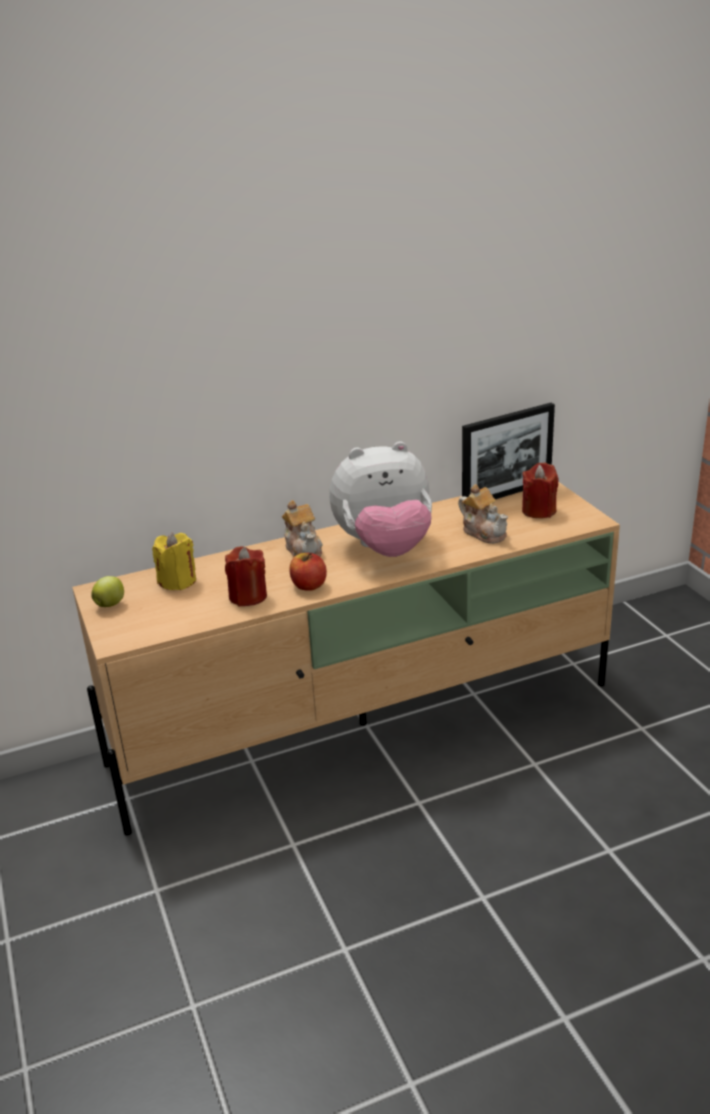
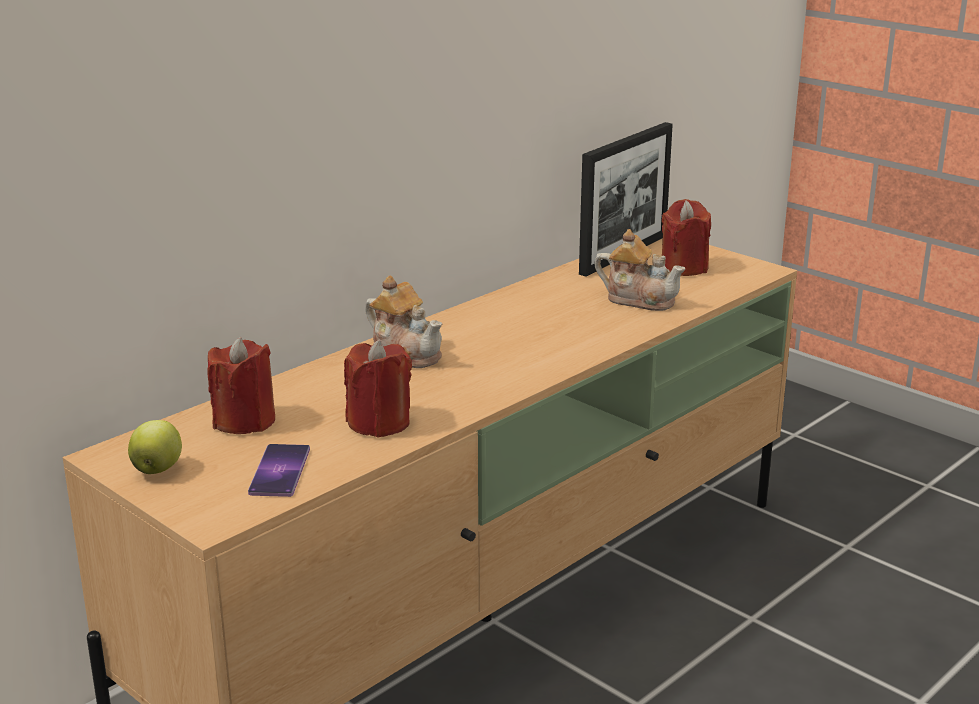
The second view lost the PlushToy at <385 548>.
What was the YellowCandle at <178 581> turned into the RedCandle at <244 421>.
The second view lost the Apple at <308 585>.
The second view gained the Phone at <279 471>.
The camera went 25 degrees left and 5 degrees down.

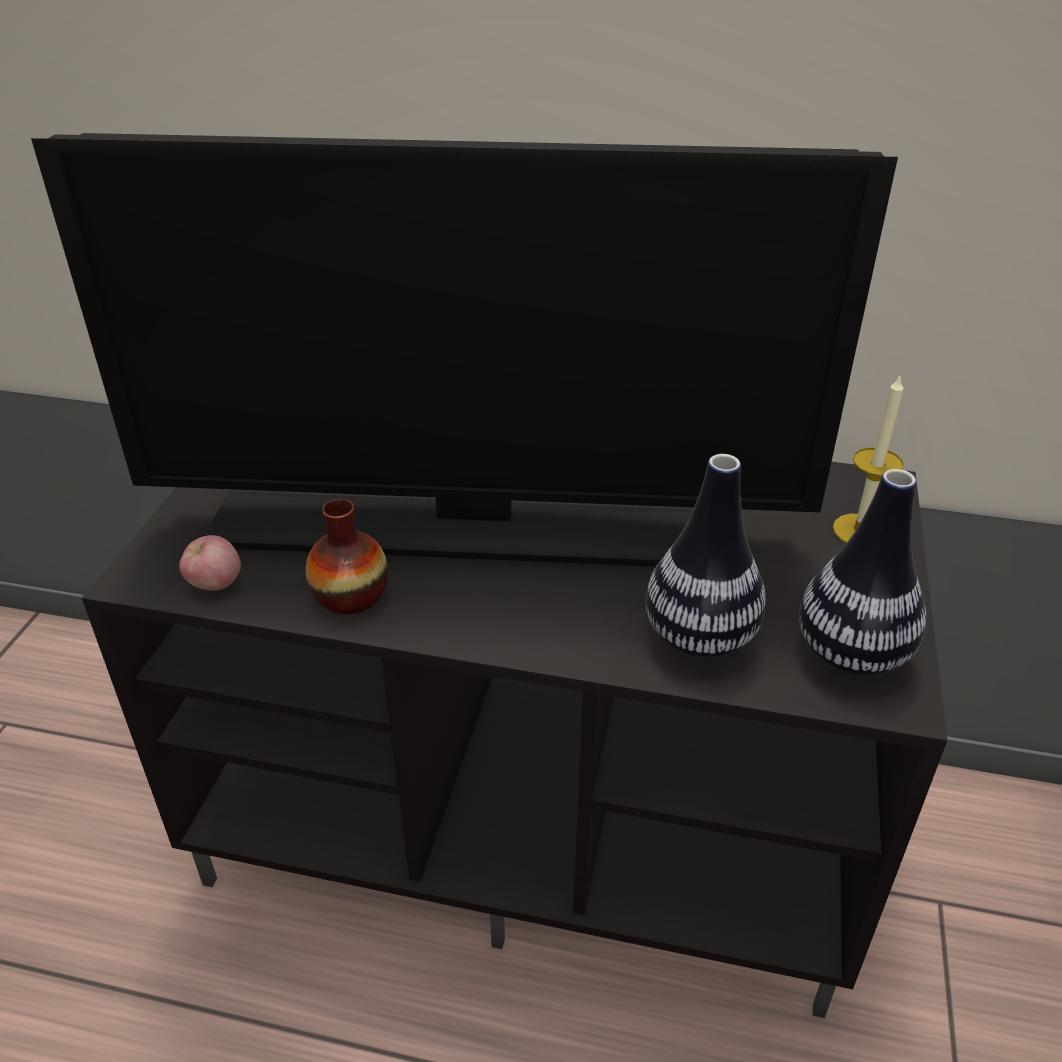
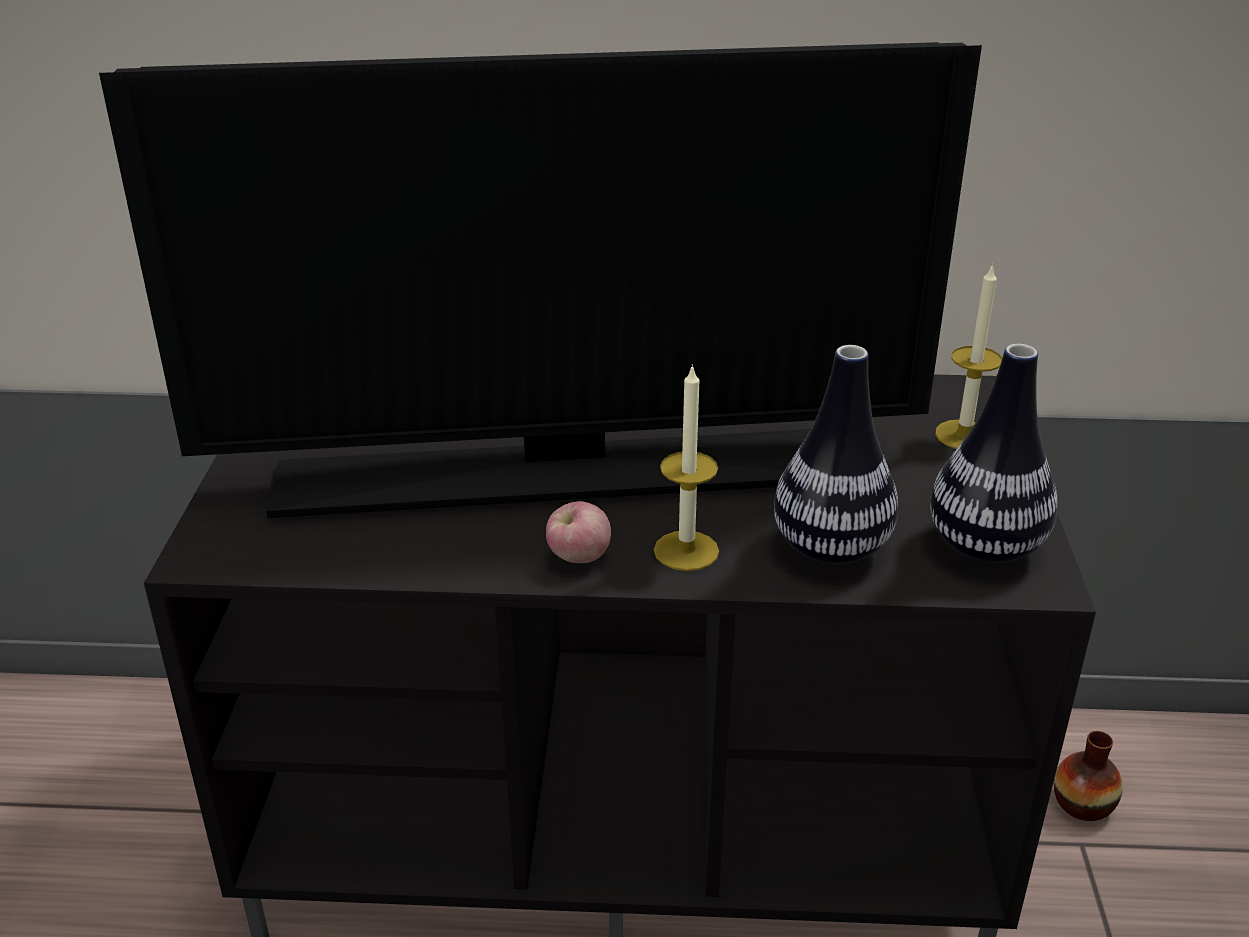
The Vase ended up elsewhere, having gone from <350 596> to <1082 804>.
The Apple ended up elsewhere, having gone from <215 584> to <578 558>.
The second view gained the Candle at <686 551>.
The camera went 10 degrees left and 5 degrees down.

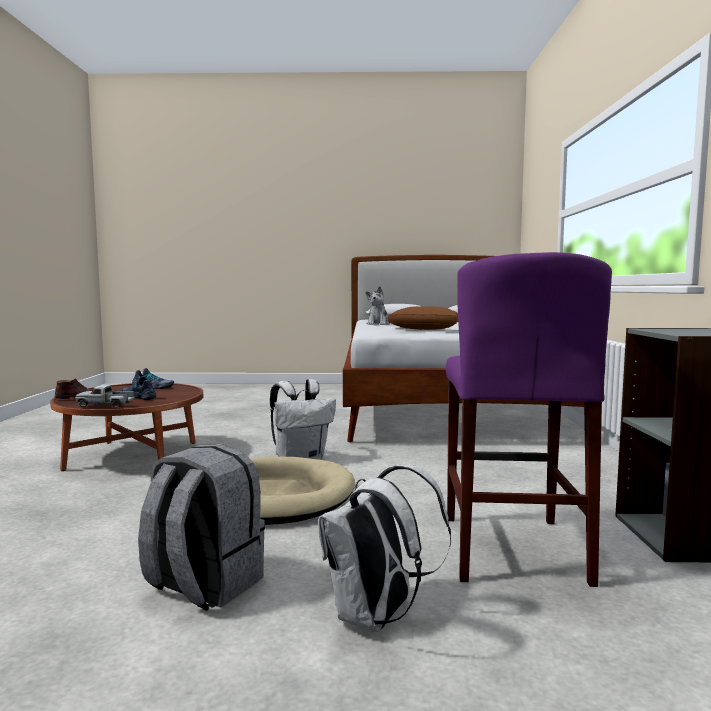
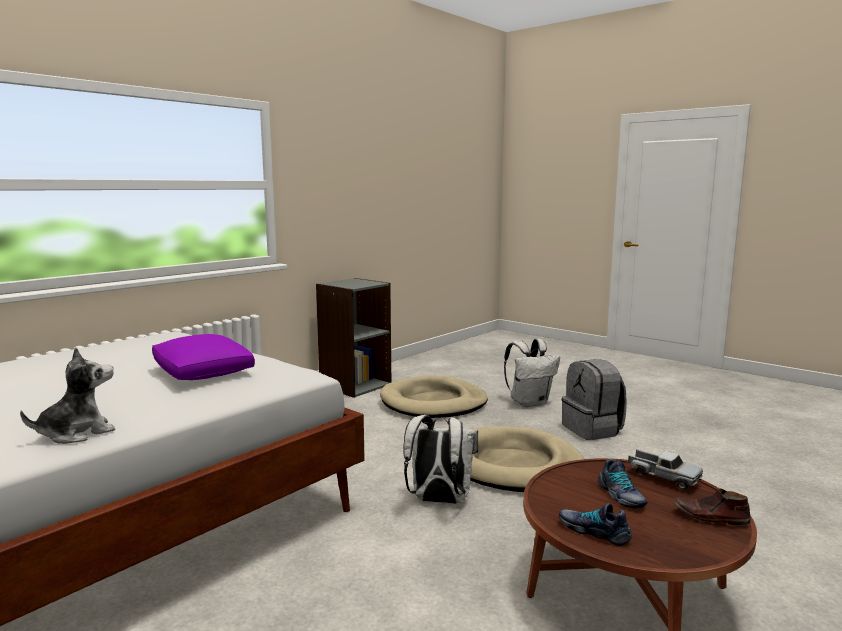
Where the PurpleStool stood at <512 548>, the BeigeDogBed came to stand at <433 403>.
What was the BrownPillow at <425 329> turned into the PurplePillow at <202 371>.
The camera went 140 degrees left and 5 degrees up.

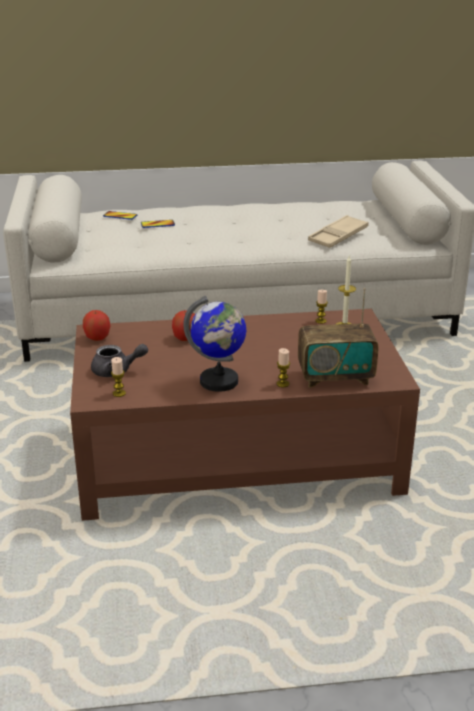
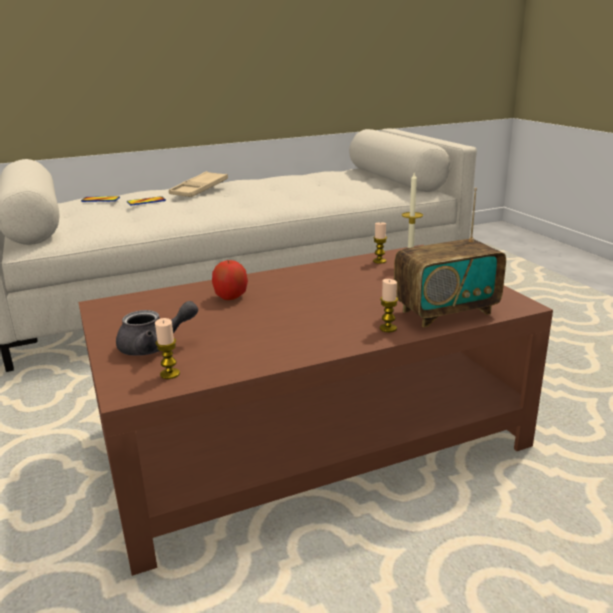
The BeigeTray ended up elsewhere, having gone from <338 236> to <199 189>.
The second view lost the Globe at <219 382>.
The second view lost the Apple at <97 338>.
The camera went 15 degrees left and 5 degrees down.

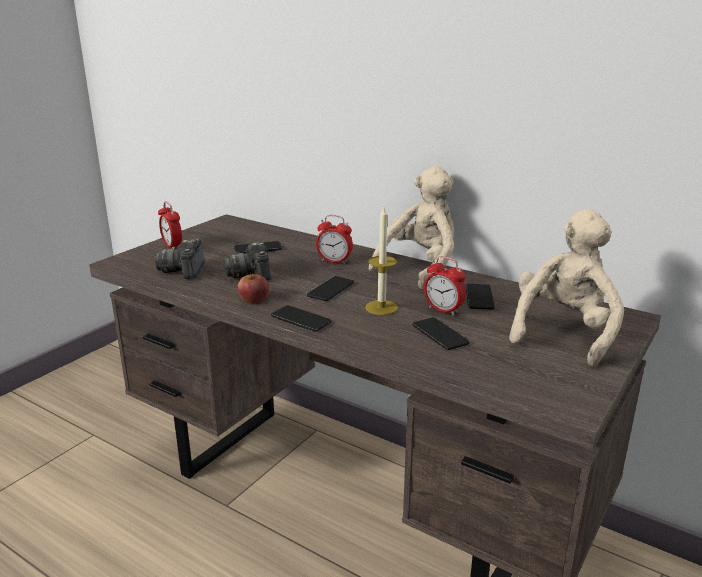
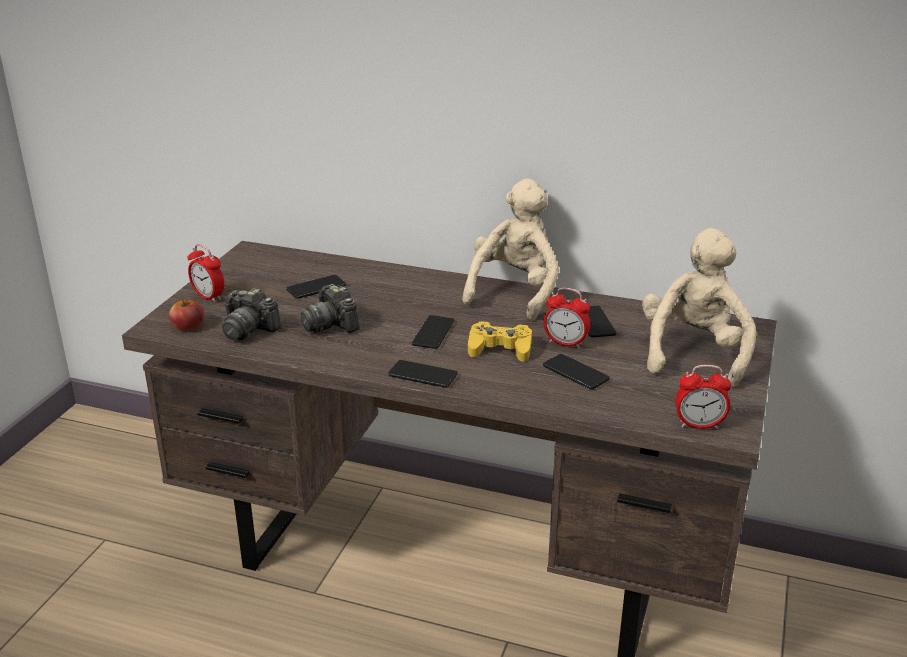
Where the Candle stood at <381 307>, the YellowGameController came to stand at <500 348>.
The AlarmClock ended up elsewhere, having gone from <334 261> to <699 425>.
The PhotoCamera at <184 270> ended up facing another way, 45 degrees counterclockwise from before.
The Apple ended up elsewhere, having gone from <254 298> to <188 326>.
The camera went 15 degrees left and 5 degrees up.

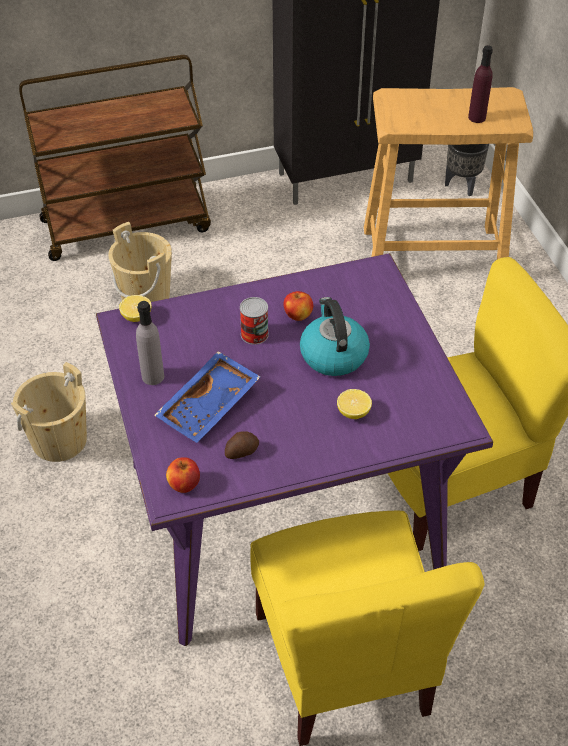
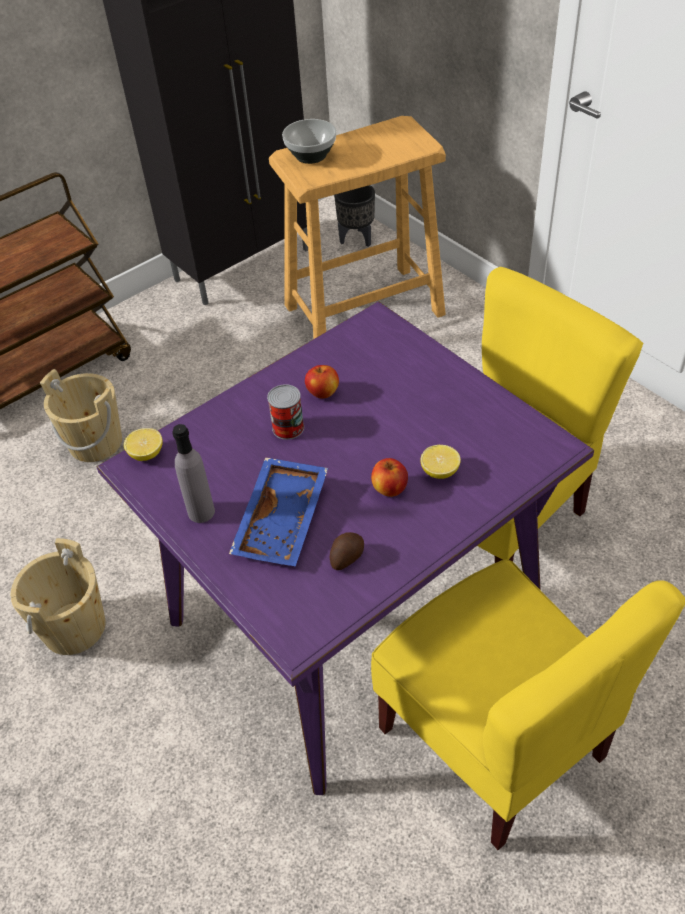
The second view lost the PurpleBottle at <477 117>.
The second view lost the Kettle at <333 354>.
The Apple ended up elsewhere, having gone from <184 485> to <390 489>.
The second view gained the Bowl at <311 155>.
The camera went 20 degrees left and 0 degrees up.

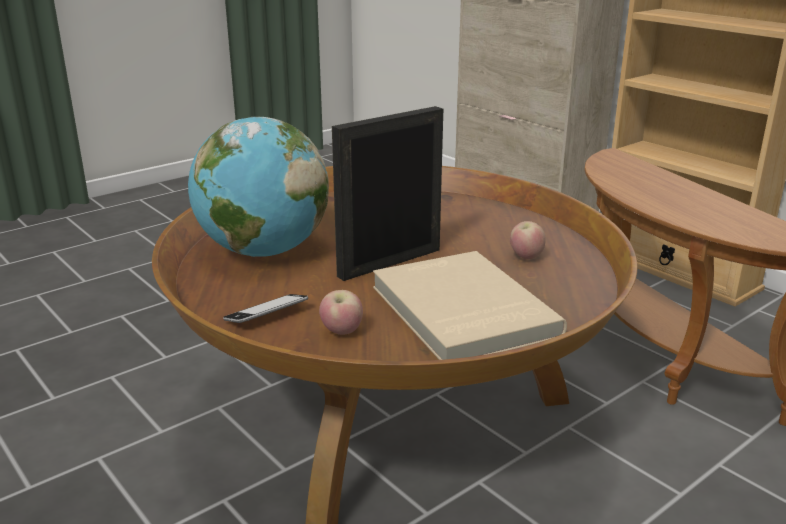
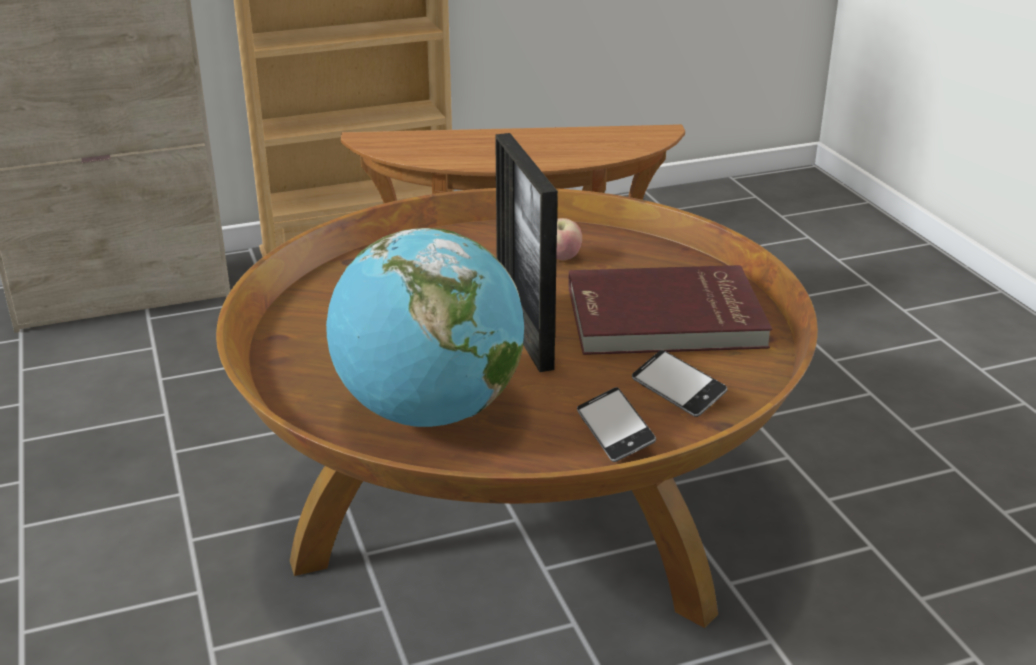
What was the BeigeBook at <460 312> turned into the RedBook at <665 318>.
Where the Apple stood at <342 332>, the Phone came to stand at <678 390>.
The camera went 70 degrees left and 5 degrees up.

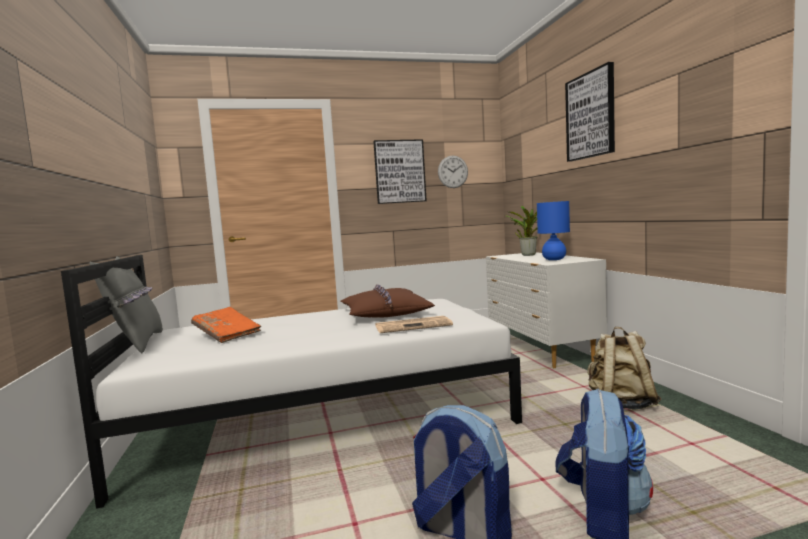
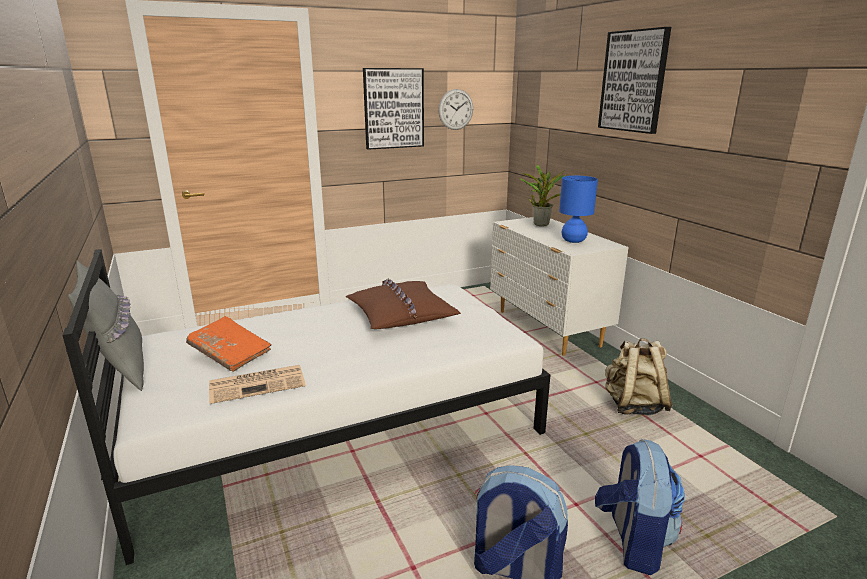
The Newspaper ended up elsewhere, having gone from <414 325> to <258 384>.
The camera went 10 degrees left and 15 degrees up.

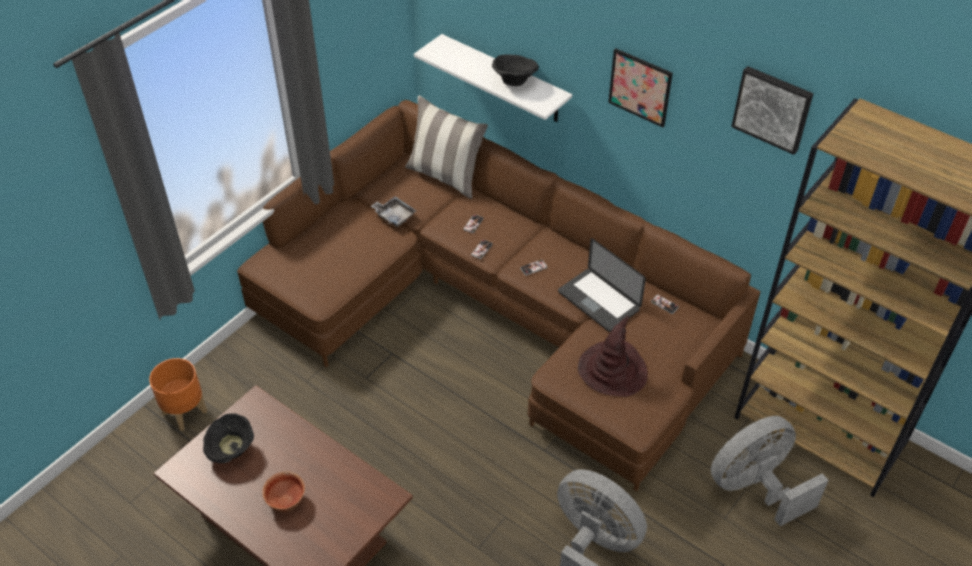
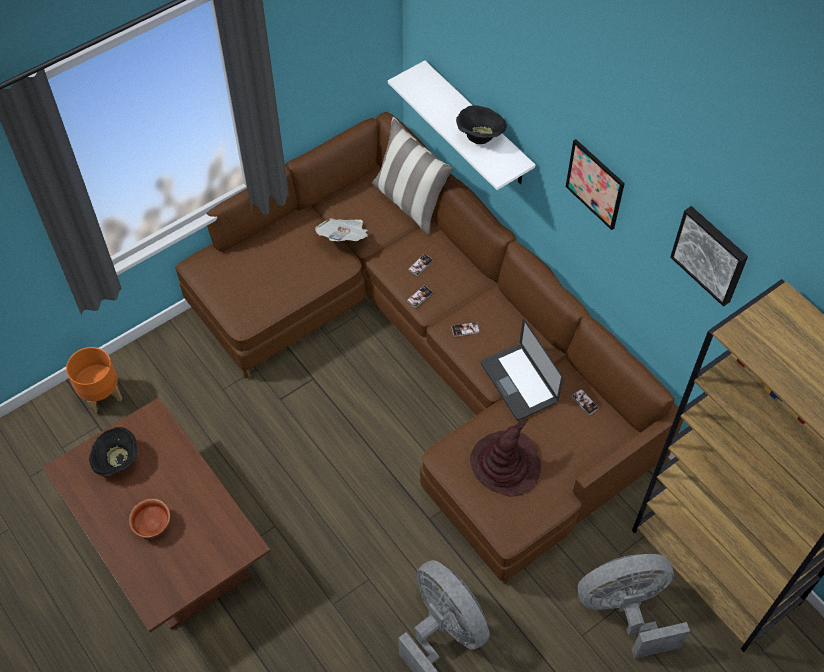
Where the GreyTray stood at <394 215>, the Newspaper came to stand at <344 238>.
The camera went 15 degrees right and 10 degrees up.

